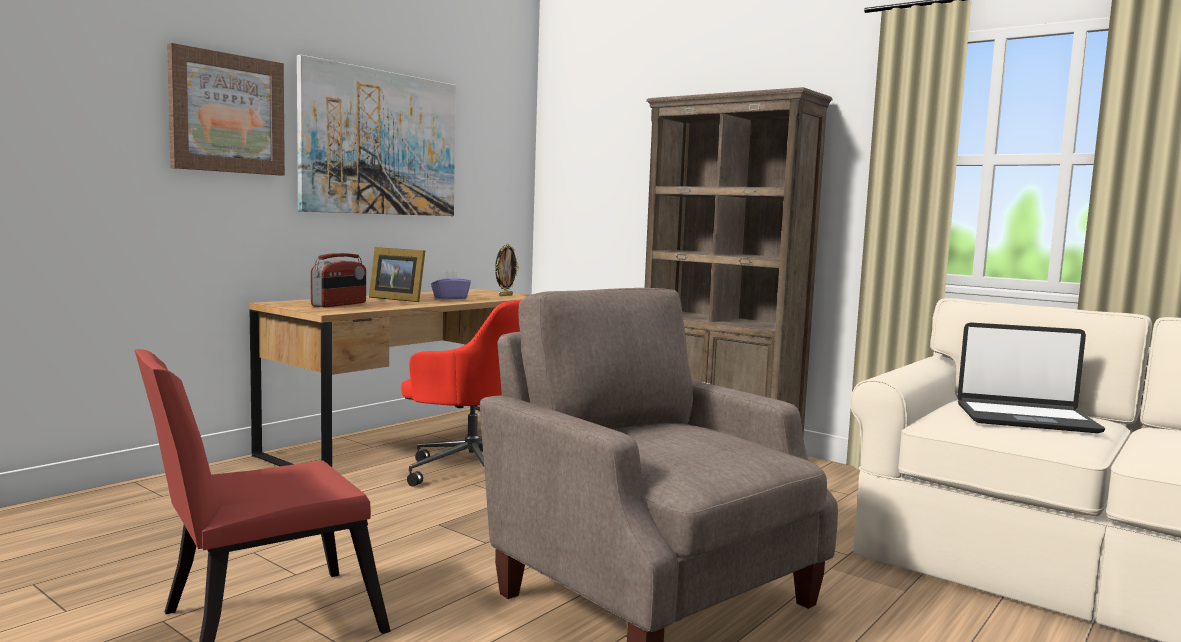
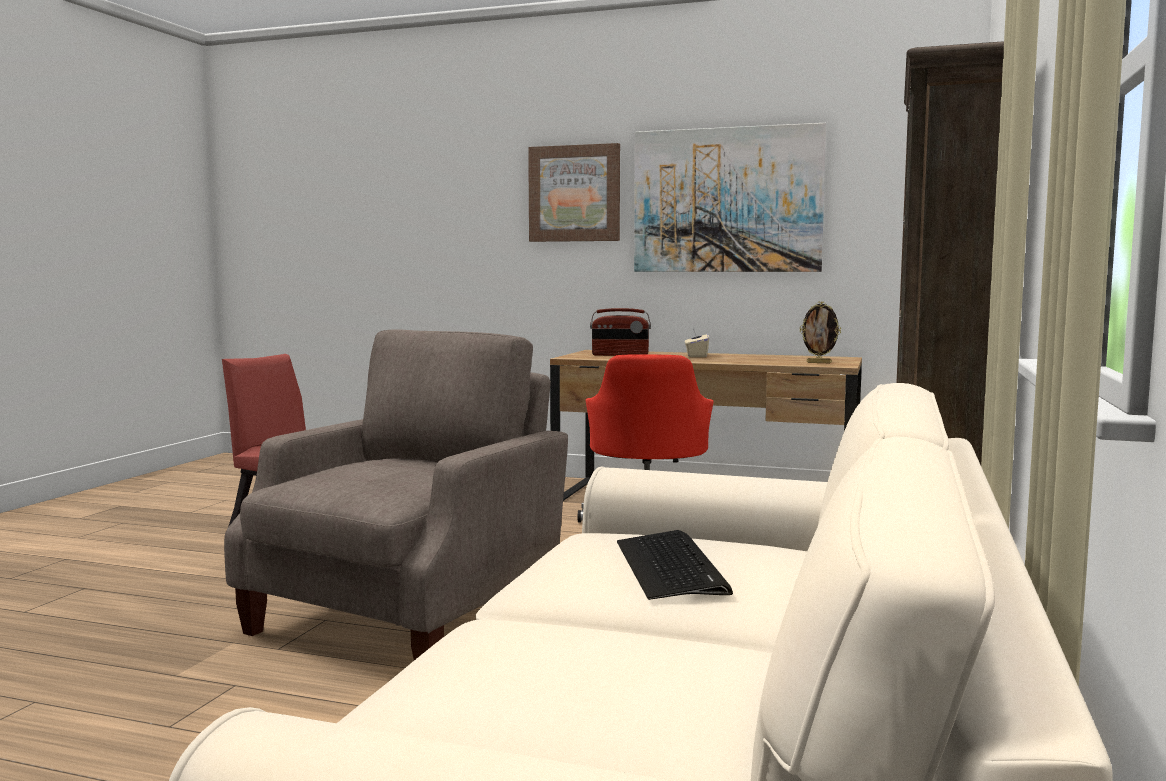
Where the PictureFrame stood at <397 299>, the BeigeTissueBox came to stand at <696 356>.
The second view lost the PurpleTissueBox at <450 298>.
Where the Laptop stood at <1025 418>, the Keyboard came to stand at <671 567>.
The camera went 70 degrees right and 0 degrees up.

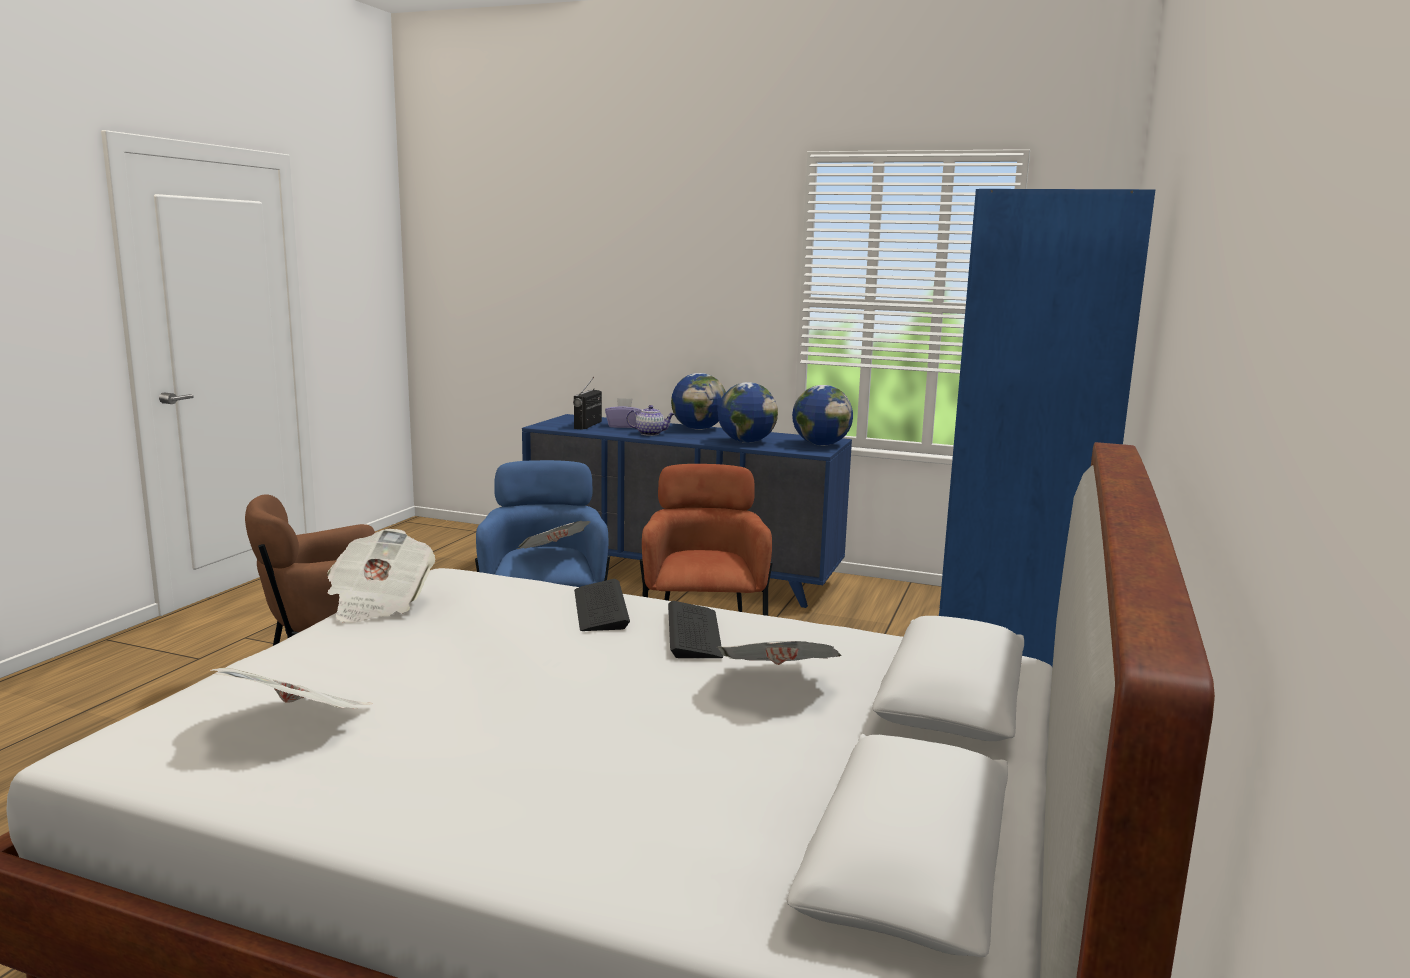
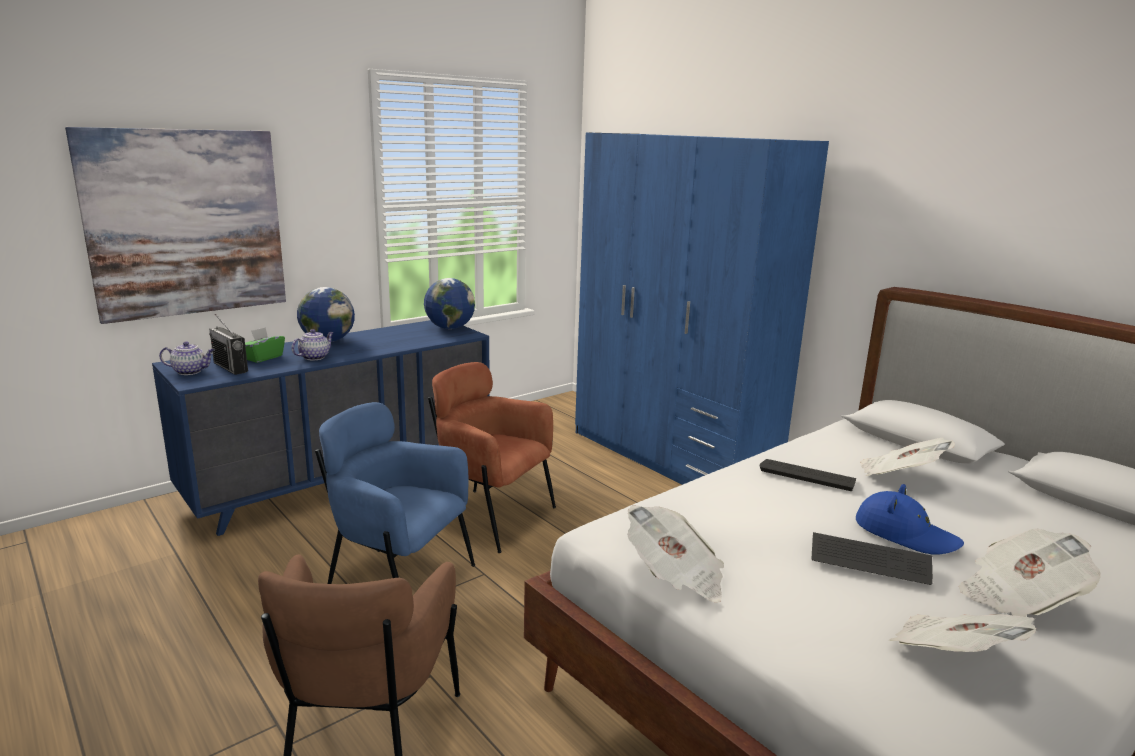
The second view lost the Globe at <746 442>.
What was the PurpleTissueBox at <624 426> turned into the GreenTissueBox at <263 358>.
The Newspaper ended up elsewhere, having gone from <553 554> to <1018 597>.
The Keyboard ended up elsewhere, having gone from <600 608> to <869 560>.
The second view gained the Picture at <186 223>.
The second view gained the Teapot at <190 371>.
The second view gained the BlueHat at <905 533>.
The camera went 60 degrees left and 5 degrees up.

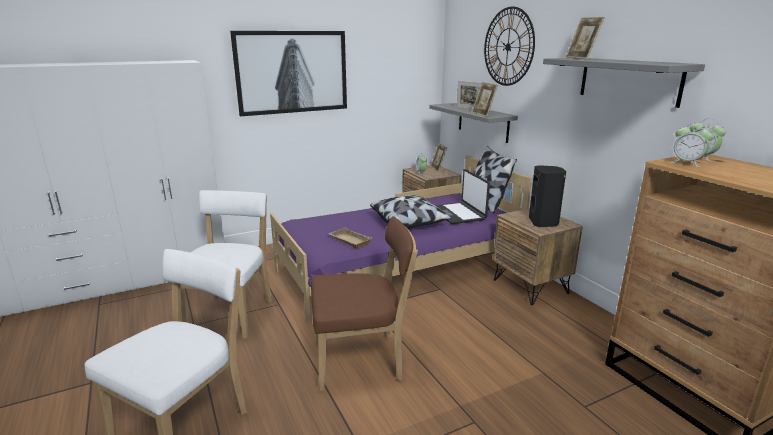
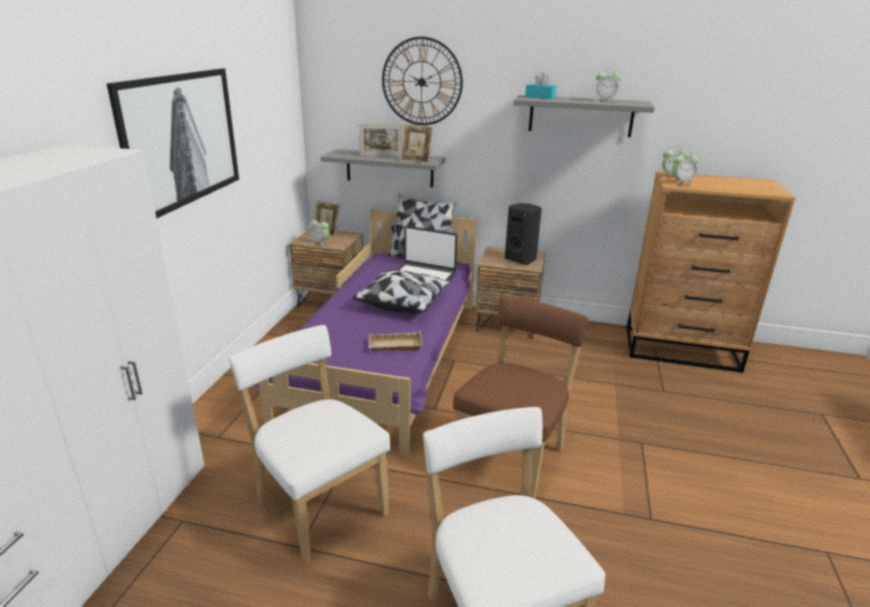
Where the PictureFrame stood at <581 58>, the TurquoiseTissueBox came to stand at <540 97>.
The second view gained the AlarmClock at <605 100>.
The camera went 50 degrees left and 5 degrees up.

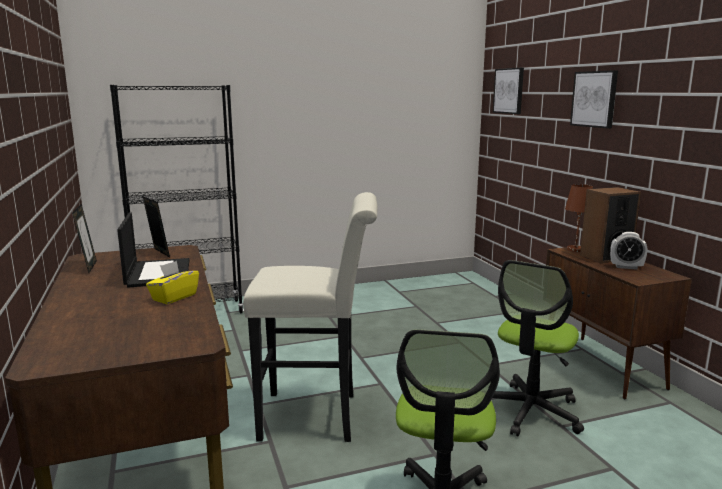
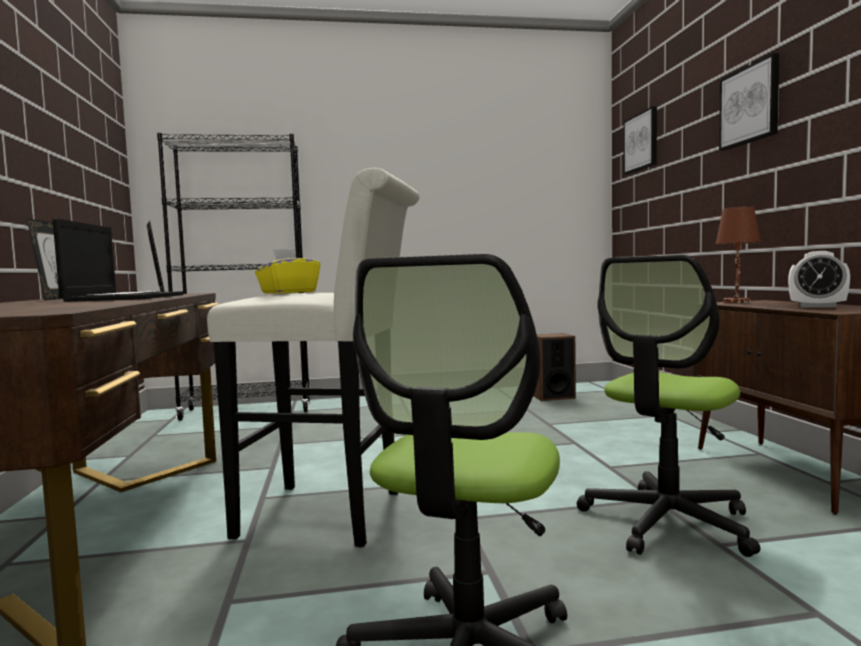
The Speaker ended up elsewhere, having gone from <605 257> to <553 396>.
The YellowTissueBox ended up elsewhere, having gone from <174 297> to <288 292>.
The camera went 10 degrees right and 10 degrees down.

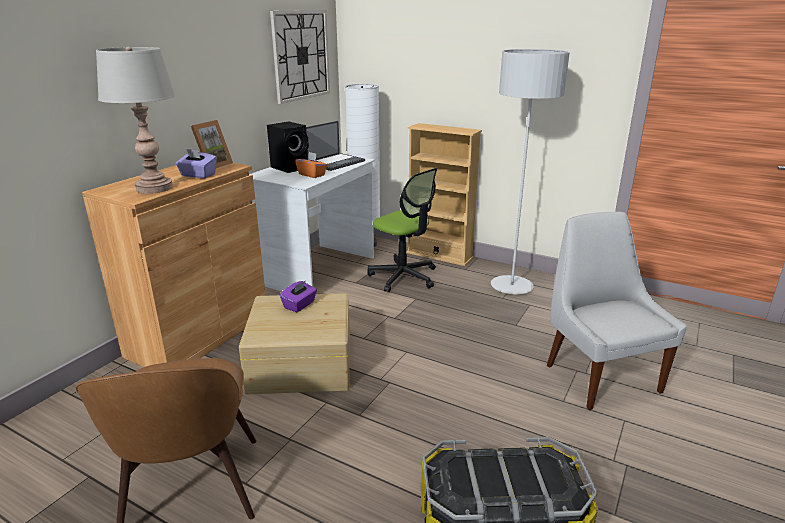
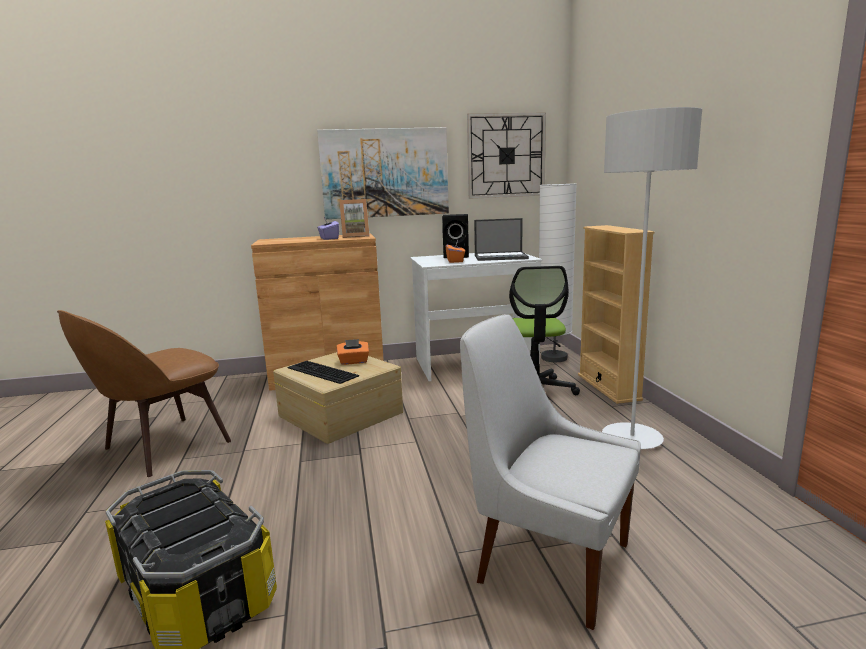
The second view lost the GreyTableLamp at <154 188>.
The WhiteChair at <599 376> ended up facing another way, 90 degrees counterclockwise from before.
What was the PurpleTissueBox at <299 305> turned into the OrangeTissueBox at <353 362>.
The second view gained the Picture at <385 173>.
The second view gained the Keyboard at <320 372>.
The camera went 50 degrees right and 10 degrees down.

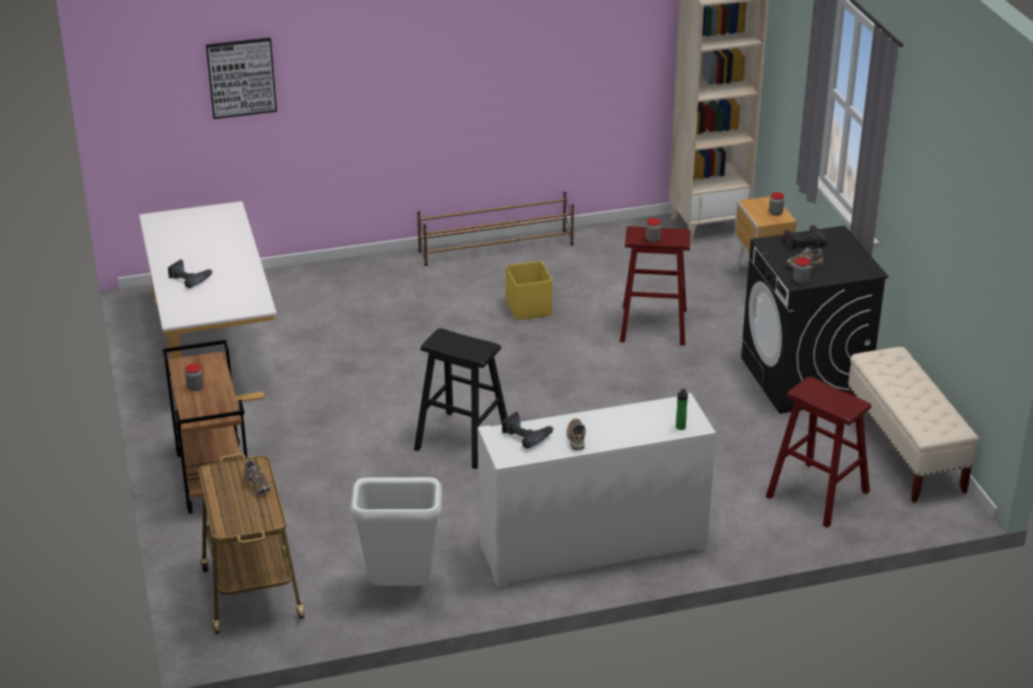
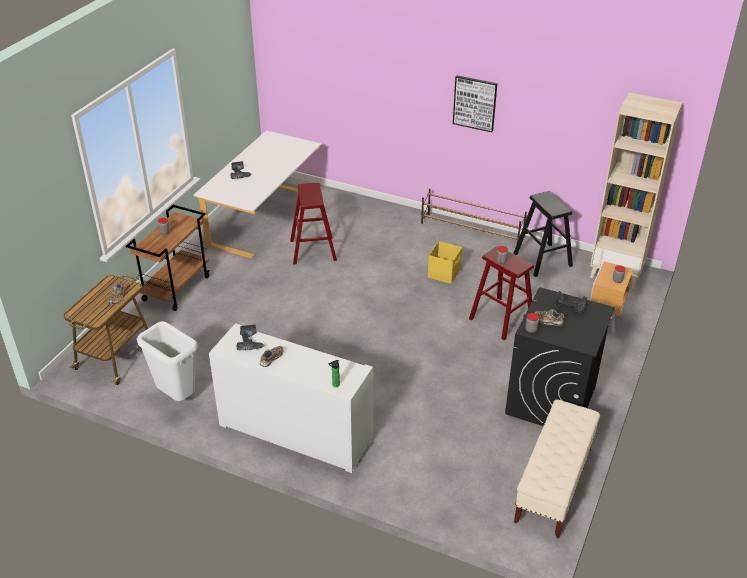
The Picture ended up elsewhere, having gone from <241 77> to <475 103>.
The BlackStool ended up elsewhere, having gone from <462 439> to <542 260>.
The RedStool ended up elsewhere, having gone from <817 494> to <313 250>.
The camera went 40 degrees right and 5 degrees up.

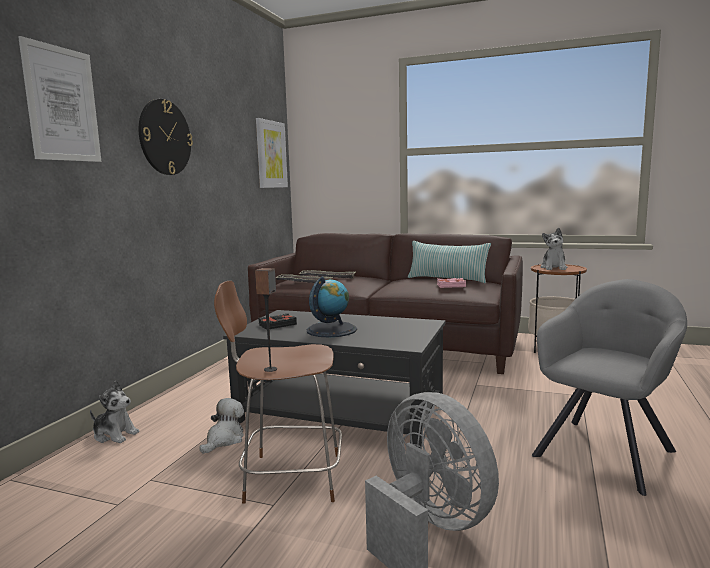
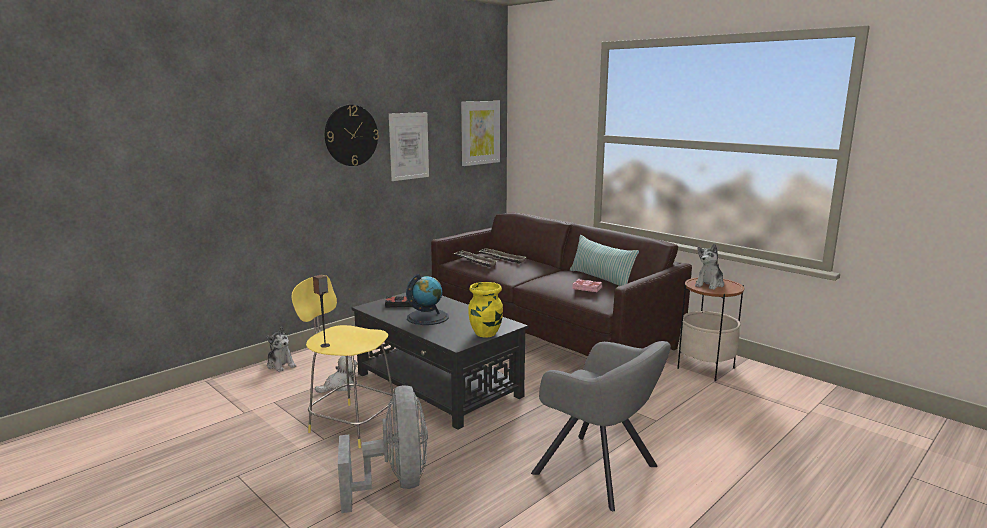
The Picture ended up elsewhere, having gone from <62 104> to <409 146>.
The GreyArmchair at <606 451> ended up facing another way, 60 degrees clockwise from before.
What was the BrownStool at <289 477> turned into the YellowStool at <351 424>.
The second view gained the YellowVase at <486 333>.
The camera went 25 degrees right and 5 degrees up.

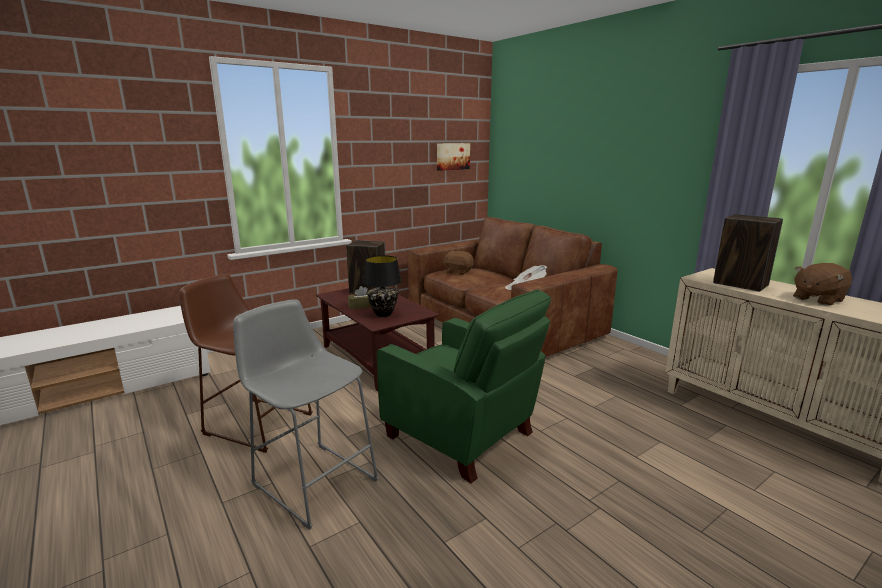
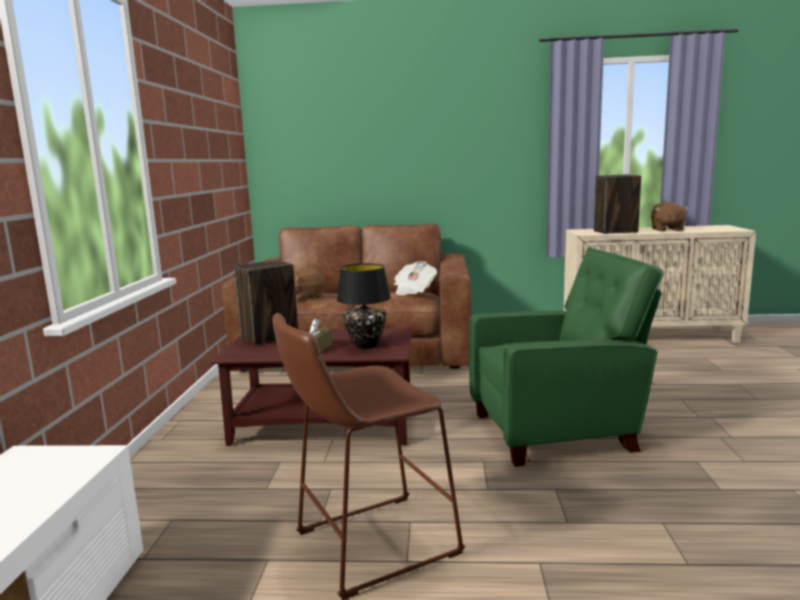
The second view lost the Picture at <452 156>.
The second view lost the GreyStool at <312 479>.
The camera went 50 degrees left and 5 degrees down.

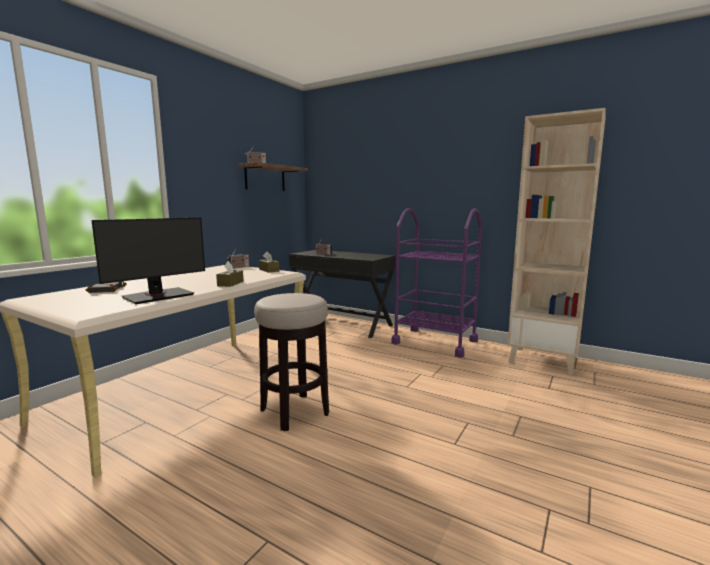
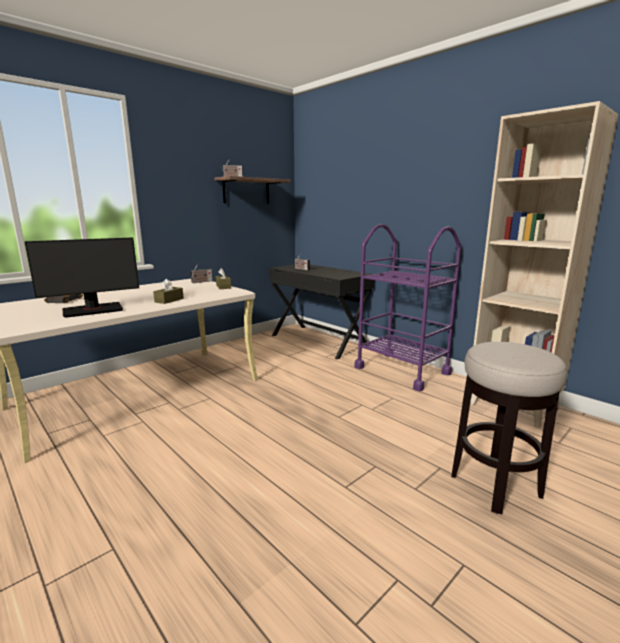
The Stool ended up elsewhere, having gone from <294 412> to <495 485>.
The camera went 15 degrees right and 5 degrees up.

